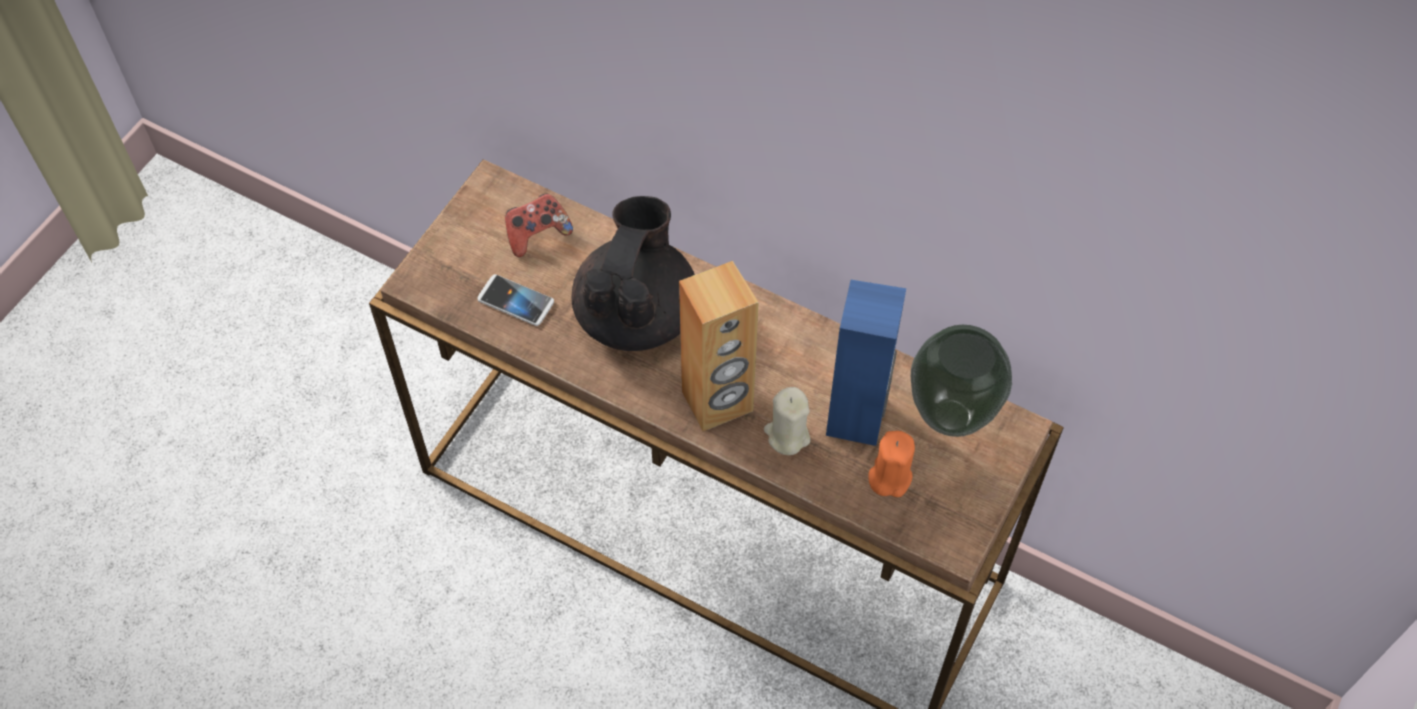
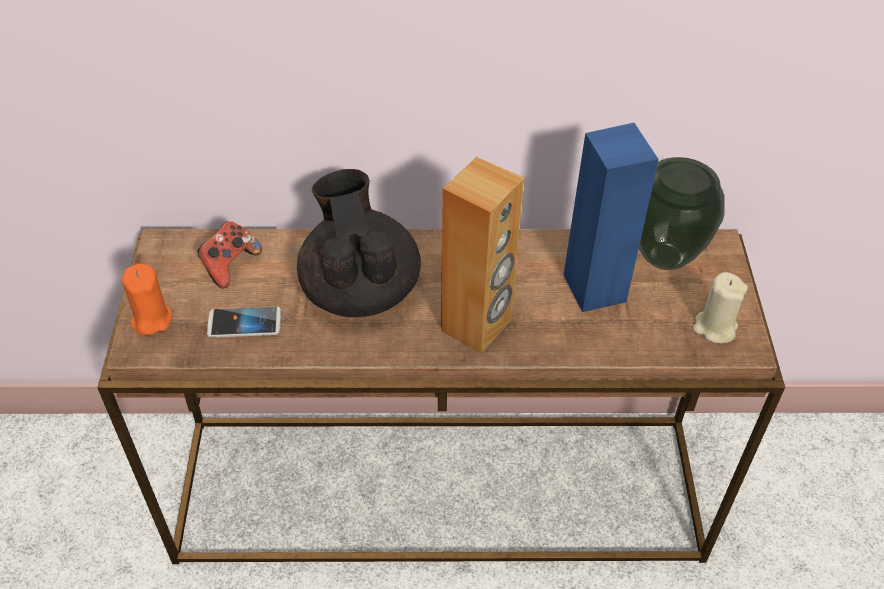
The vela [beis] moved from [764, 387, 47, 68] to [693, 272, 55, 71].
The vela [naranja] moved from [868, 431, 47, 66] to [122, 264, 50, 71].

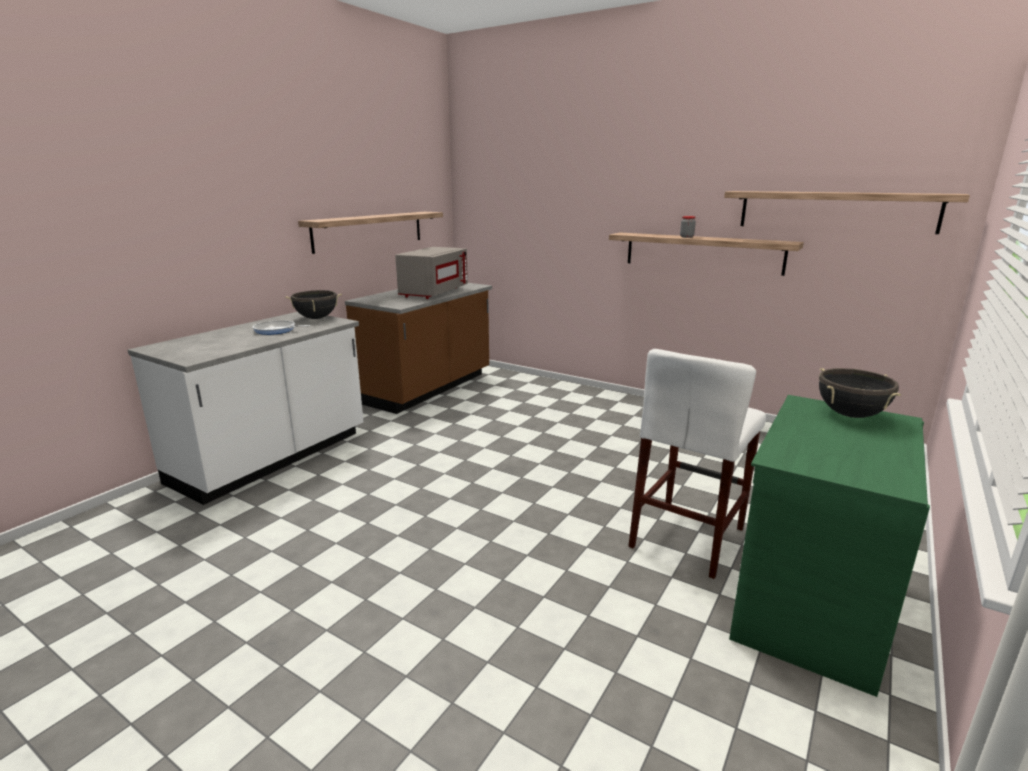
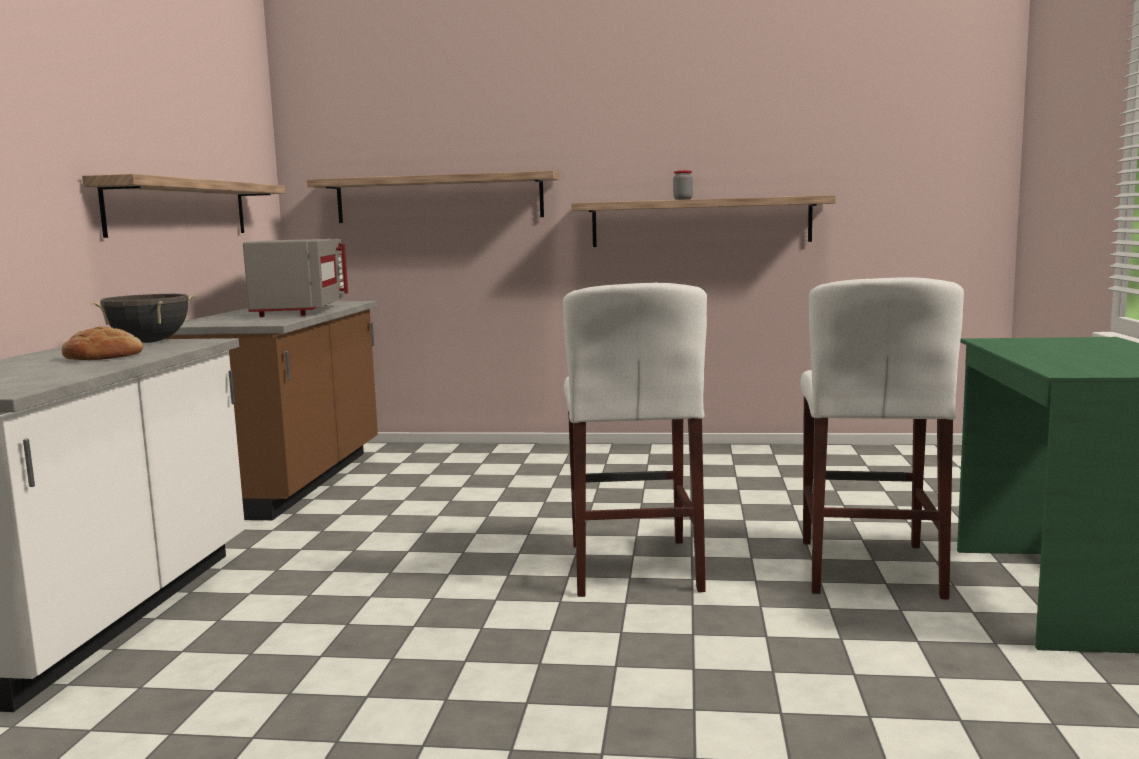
The estante moved from [724, 191, 246, 43] to [307, 171, 252, 52].
The sartén at [253, 320, 57, 15] was replaced by the pan at [62, 327, 81, 33].
The olla [negro] at [819, 368, 82, 50] disappeared.
The taburete [blanco] at [563, 283, 144, 314] appeared.

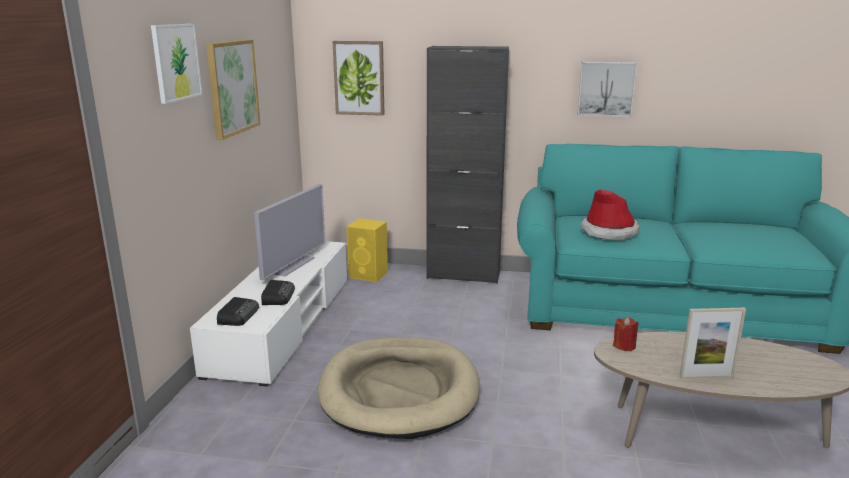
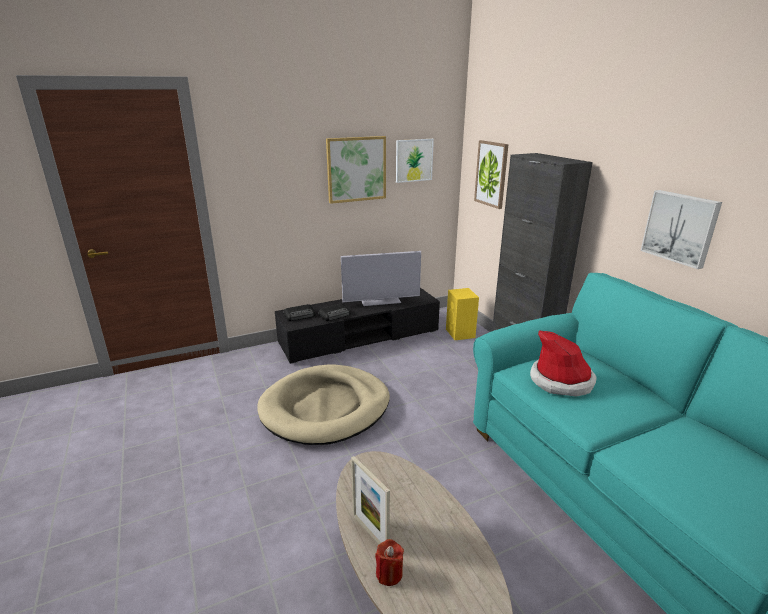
The cuadro moved from [151, 24, 51, 80] to [396, 139, 38, 44].
The mueble de televisión [blanco] at [190, 241, 157, 146] became the mueble de televisión [negro] at [275, 288, 165, 76].
The vela [rojo] moved from [613, 317, 26, 34] to [375, 539, 29, 47].

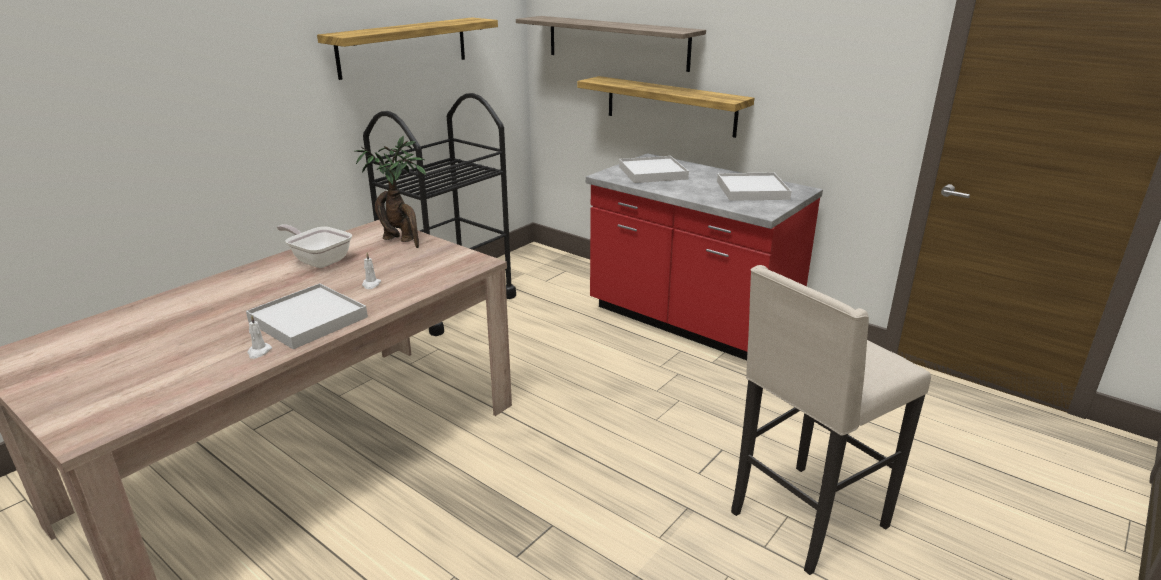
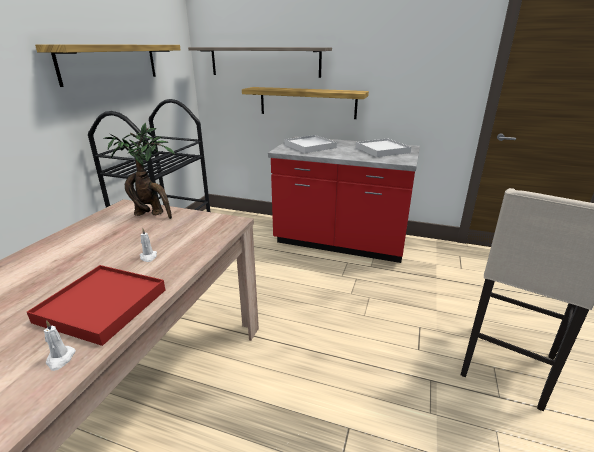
The sartén at [277, 224, 75, 44] disappeared.
The bandeja [blanco] at [246, 283, 122, 66] became the bandeja [rojo] at [27, 265, 138, 81].

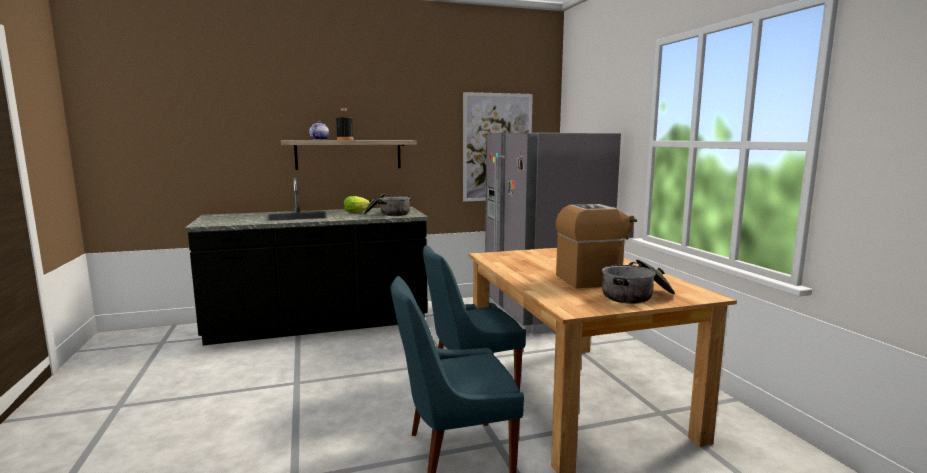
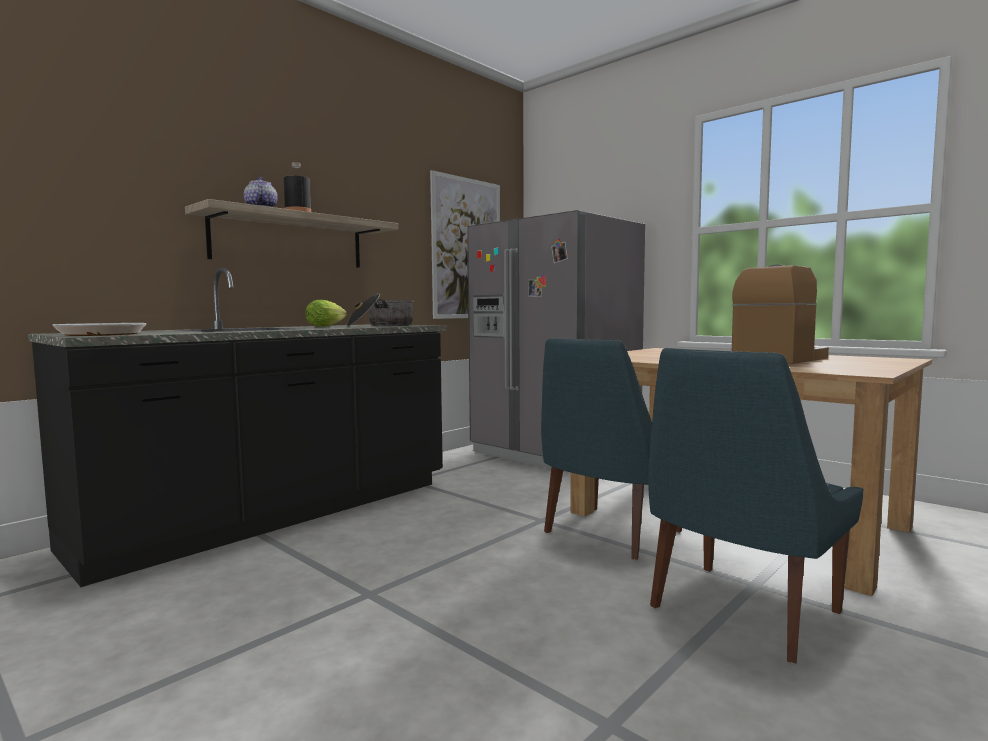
The olla at [602, 259, 73, 45] disappeared.
The sartén at [52, 323, 95, 13] appeared.

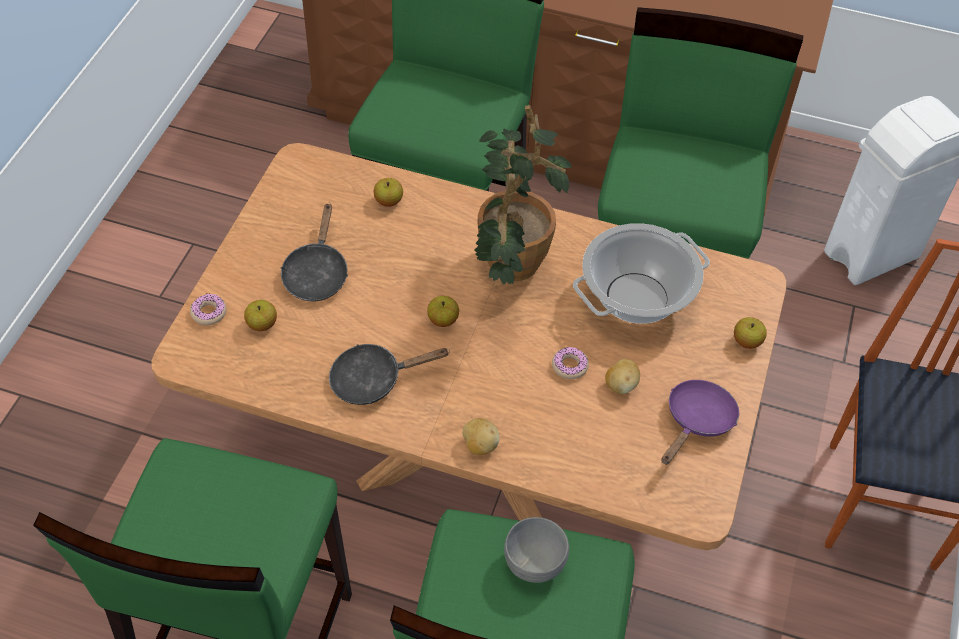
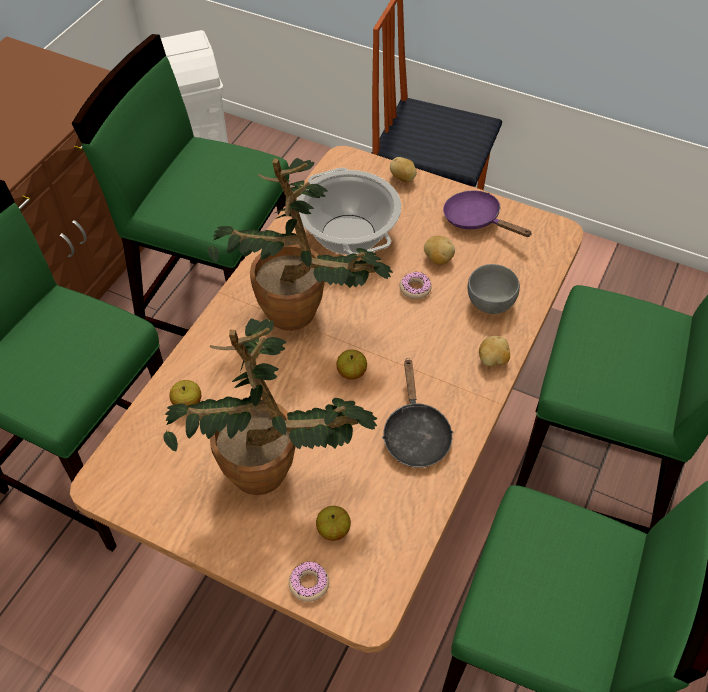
The sartén [negro] at [280, 203, 68, 98] was replaced by the planta en maceta at [163, 318, 214, 177].
The manzana at [734, 317, 33, 32] was replaced by the patata at [390, 157, 27, 25].
The cuenco [gris] moved from [504, 517, 65, 66] to [468, 264, 52, 50].

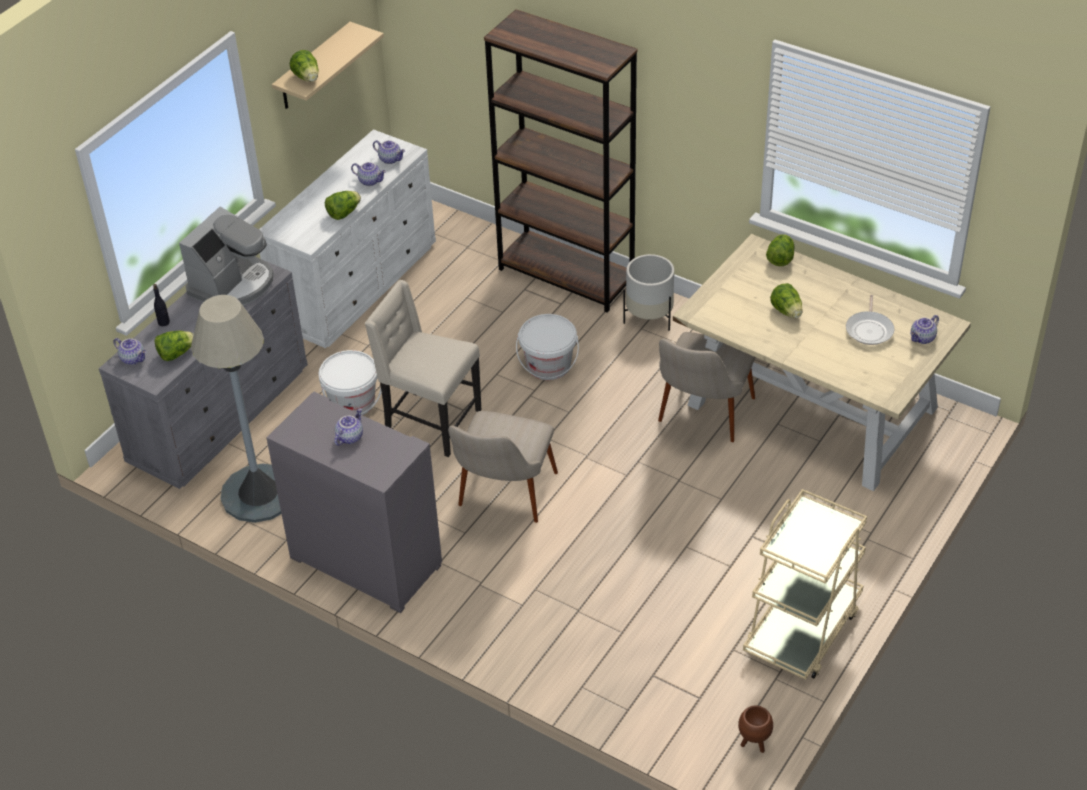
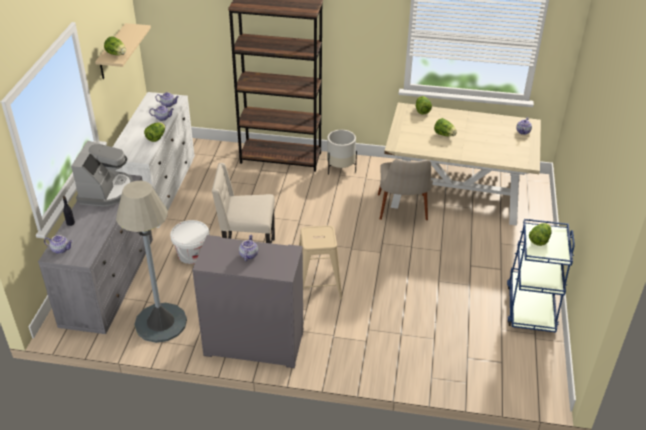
The sartén at [846, 295, 49, 50] disappeared.
The cubo [blanco] at [516, 314, 63, 66] disappeared.
The lechuga moved from [155, 331, 39, 30] to [529, 223, 22, 23].
The silla [beis] at [448, 411, 110, 112] was replaced by the taburete [beis] at [299, 226, 43, 74].
The carrito [beis] at [743, 489, 124, 191] became the carrito [azul] at [507, 219, 68, 113].
The maceta [marrón] at [738, 705, 35, 48] disappeared.

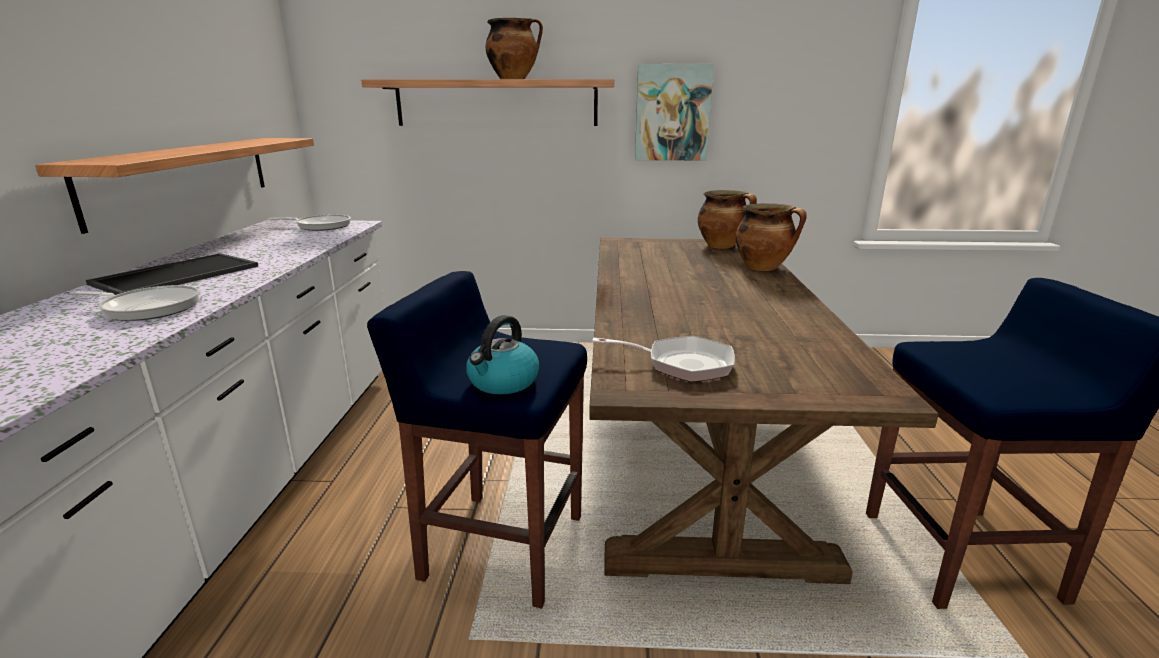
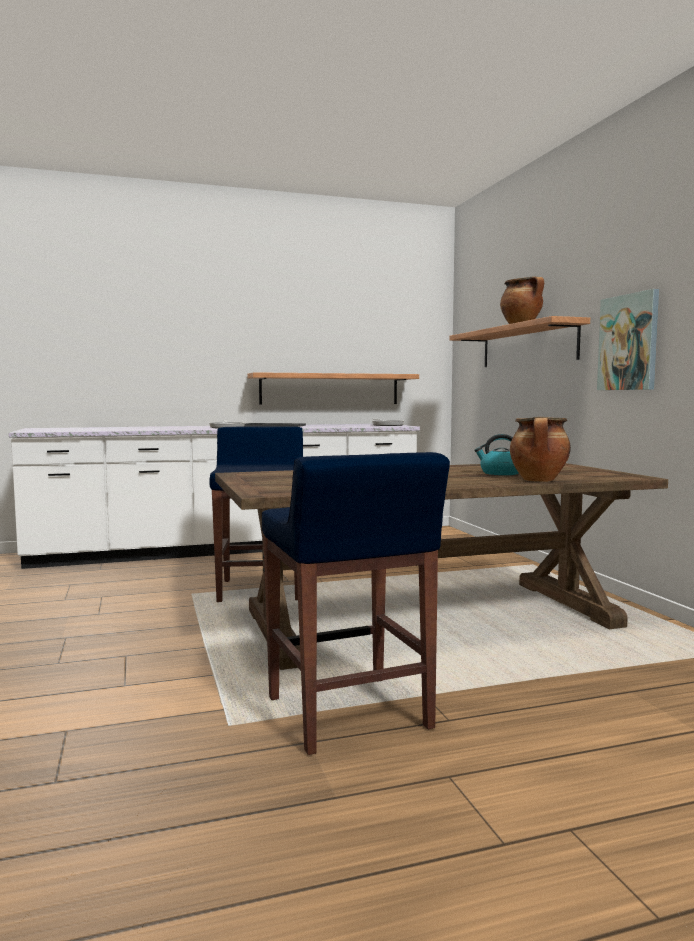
The olla at [698, 190, 59, 59] disappeared.
The hervidor moved from [466, 315, 74, 80] to [474, 434, 45, 41].
The sartén at [592, 336, 143, 46] disappeared.

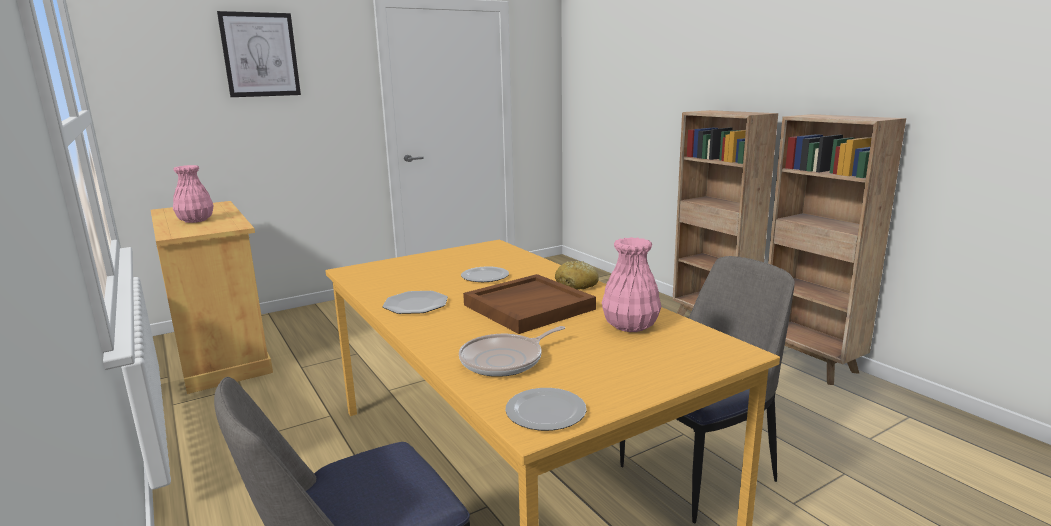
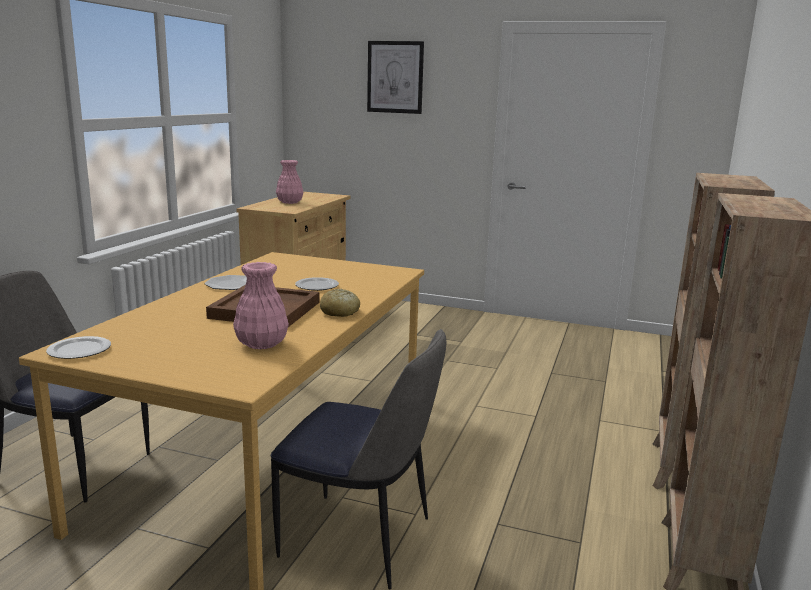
The sartén at [459, 326, 106, 51] disappeared.

